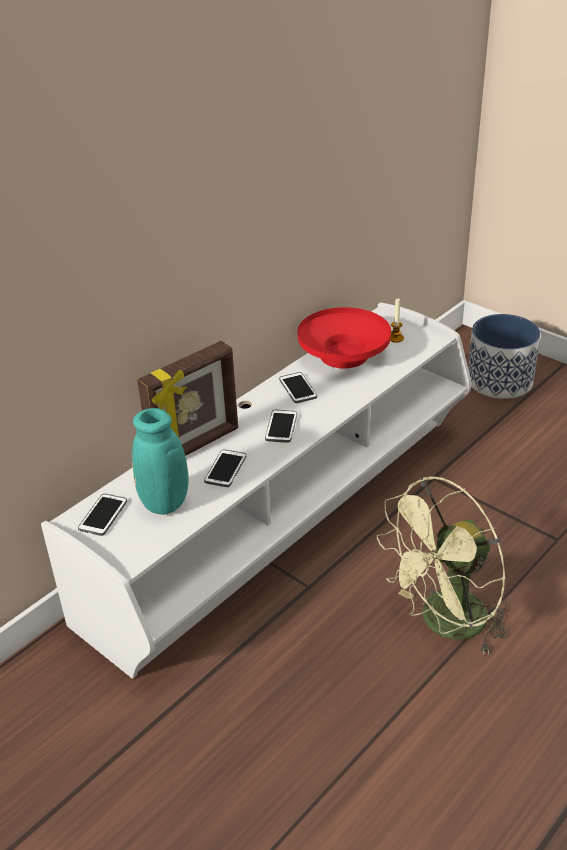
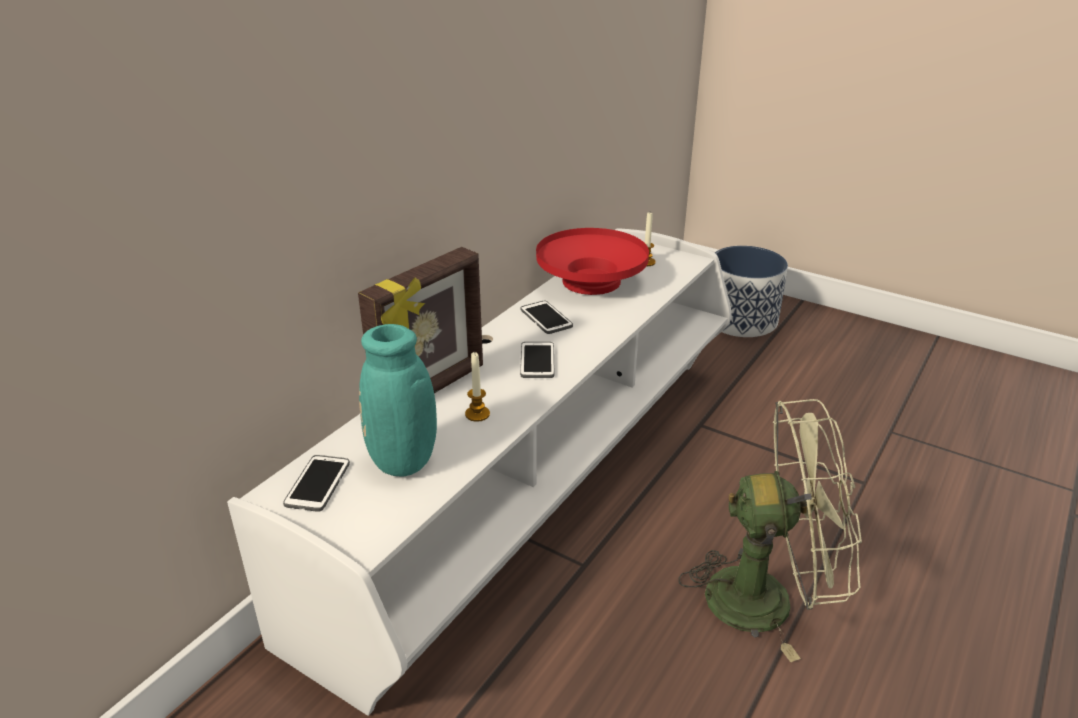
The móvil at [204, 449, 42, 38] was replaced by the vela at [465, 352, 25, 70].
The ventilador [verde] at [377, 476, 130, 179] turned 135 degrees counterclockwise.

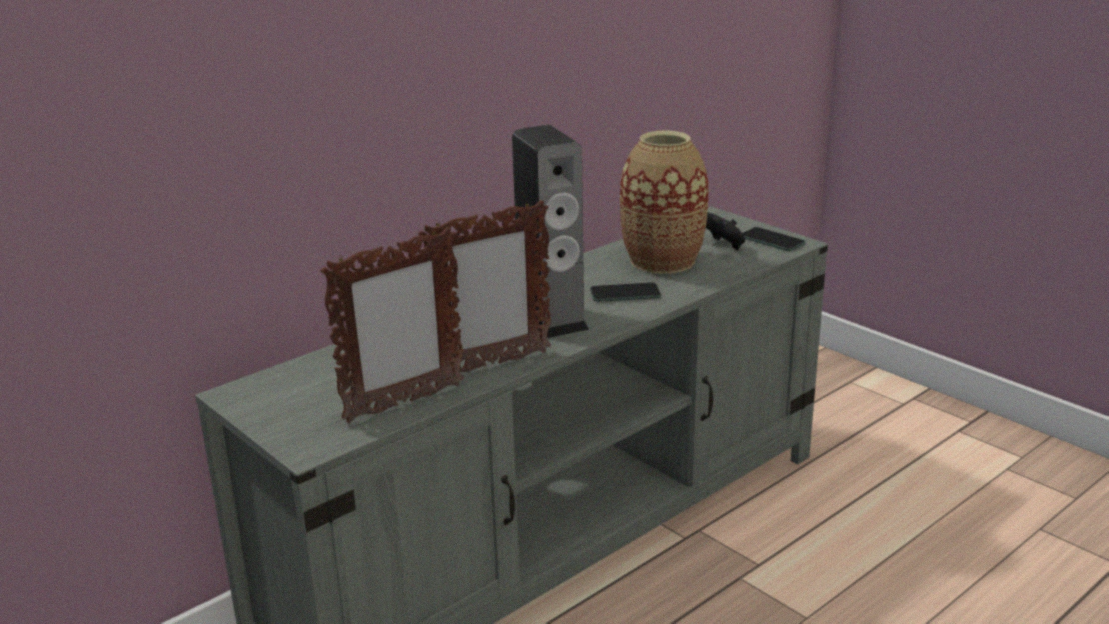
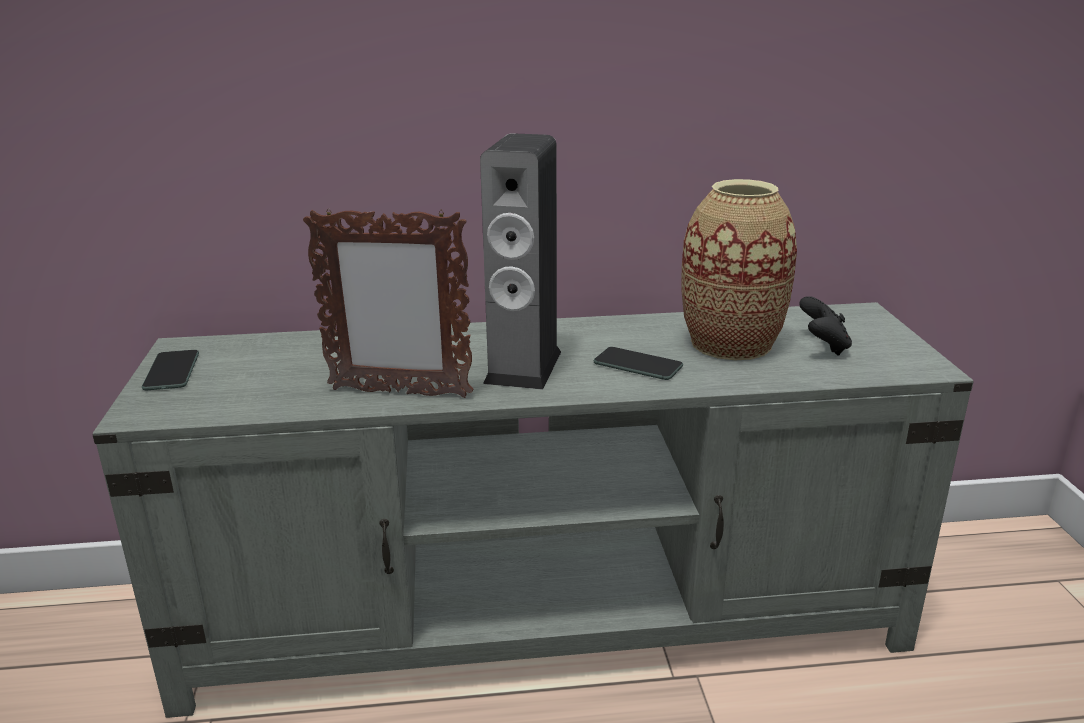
The portarretratos at [320, 227, 144, 196] disappeared.
The móvil moved from [743, 227, 63, 24] to [142, 350, 57, 40].

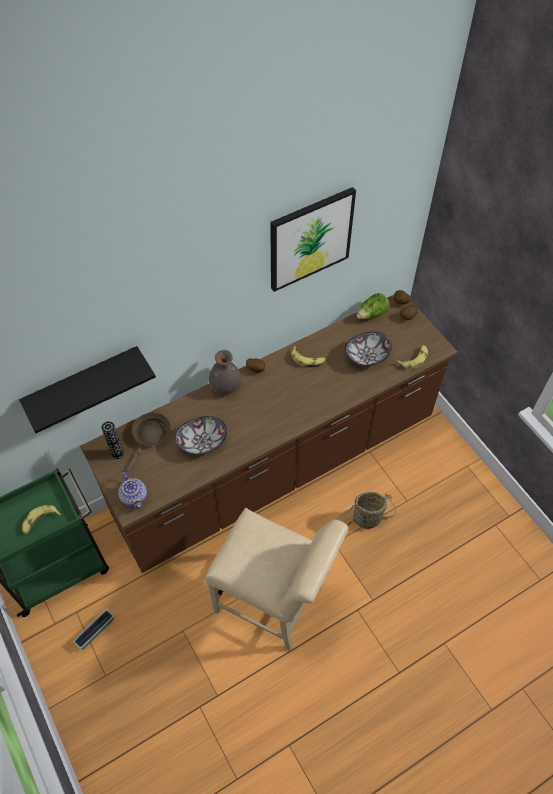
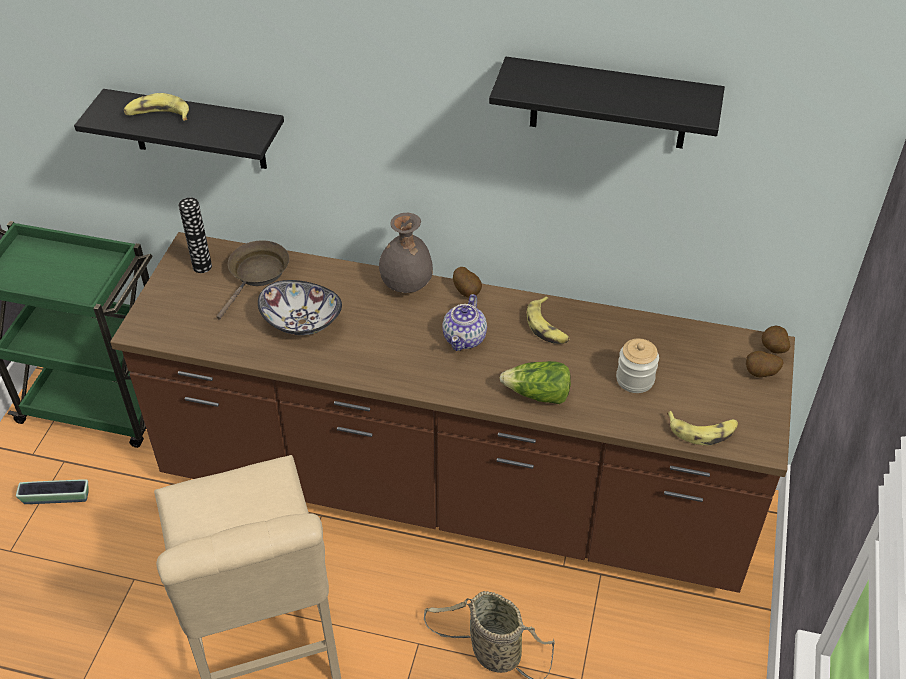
The cuadro at [270, 187, 86, 105] was replaced by the estante [negro] at [489, 57, 236, 92].
The lechuga moved from [357, 293, 33, 26] to [499, 361, 72, 43].
The cuenco at [345, 332, 47, 34] was replaced by the tarro at [616, 338, 43, 55].
The sartén [marrón] at [126, 413, 44, 59] turned 45 degrees counterclockwise.
The tetera moved from [118, 472, 29, 37] to [442, 294, 45, 57].
The plátano moved from [22, 505, 39, 29] to [124, 93, 65, 28].

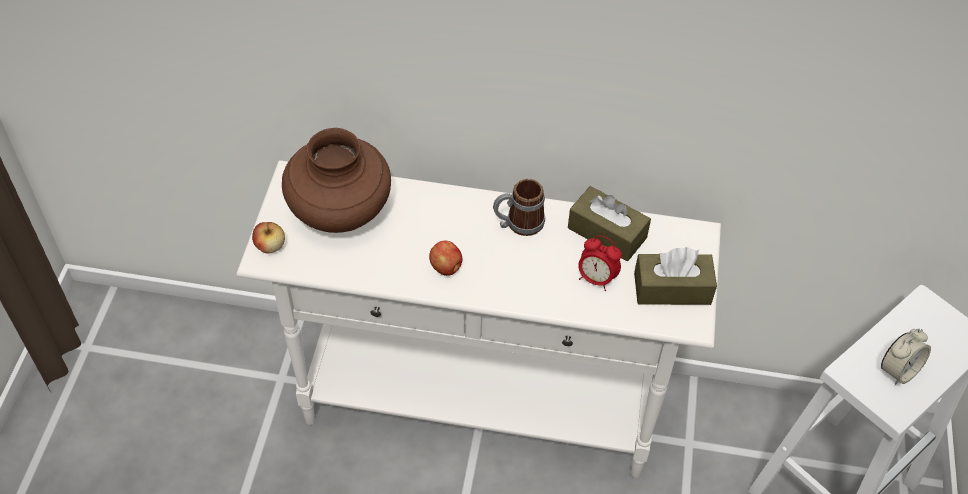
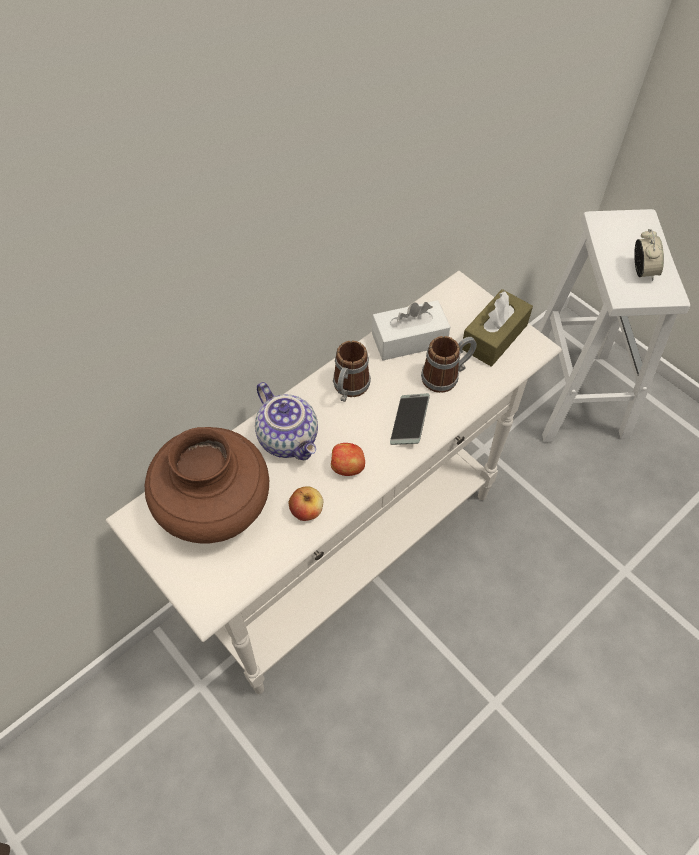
The caja de pañuelos [marrón] at [568, 186, 83, 75] became the caja de pañuelos [blanco] at [372, 300, 78, 60].
The manzana moved from [252, 222, 33, 31] to [288, 486, 35, 35].
The despertador at [578, 236, 44, 55] was replaced by the taza grande at [421, 336, 56, 57].
The tetera at [255, 382, 63, 78] appeared.
The móvil at [390, 393, 40, 52] appeared.

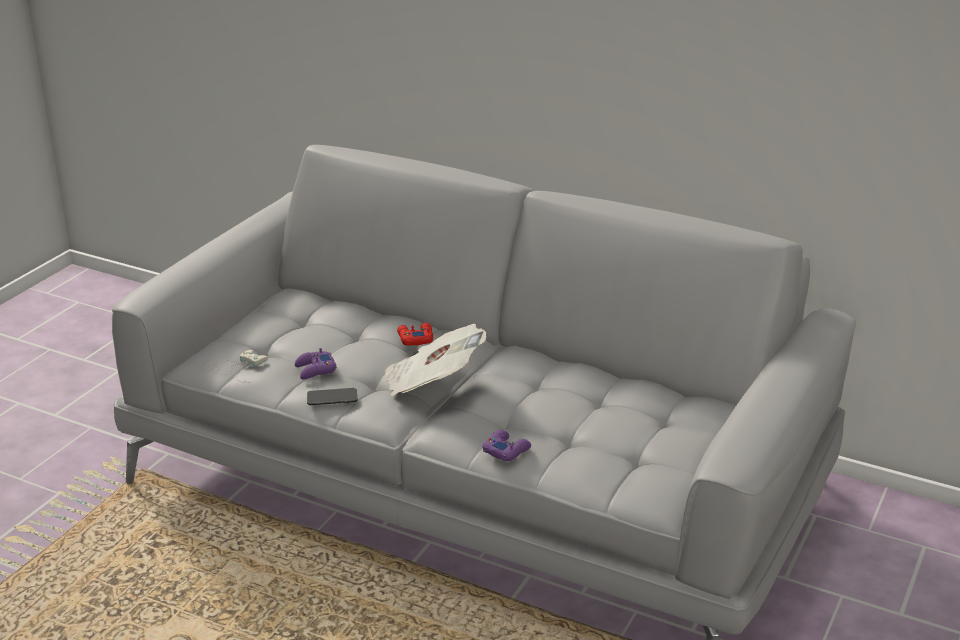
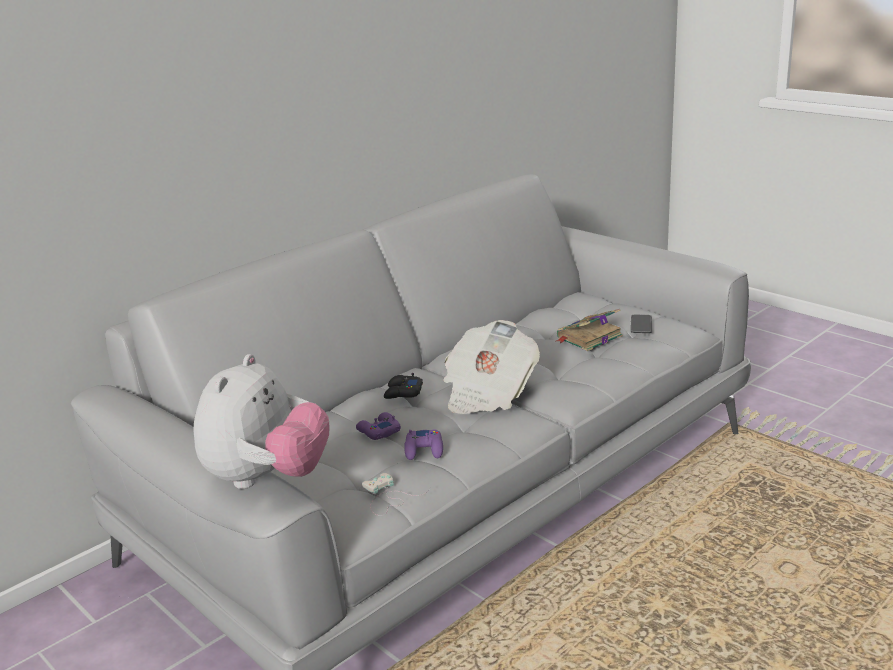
The mando de consola [rojo] at [397, 323, 36, 23] became the mando de consola [negro] at [384, 373, 39, 26].
The móvil moved from [307, 388, 51, 17] to [631, 315, 21, 18].
The mando de consola [morado] moved from [483, 430, 48, 31] to [356, 412, 45, 28].
The libro at [556, 309, 67, 42] appeared.
The peluche at [193, 354, 137, 135] appeared.

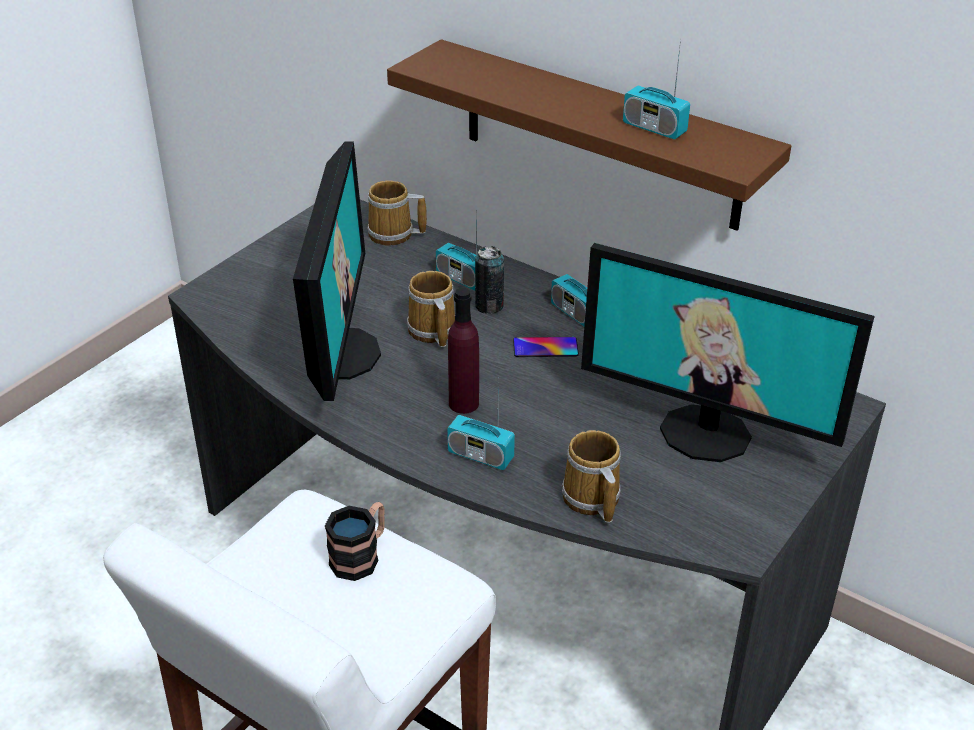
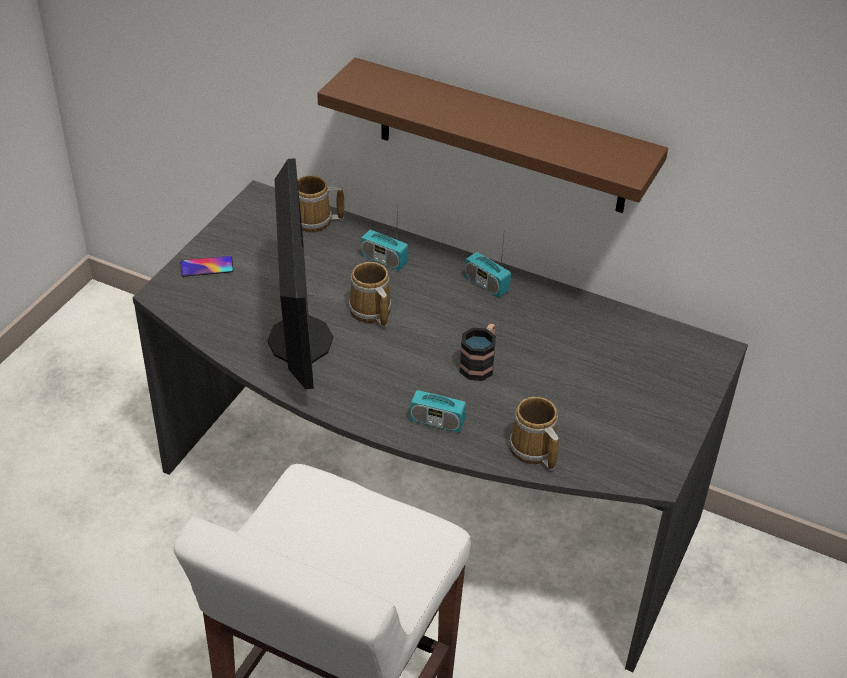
The radio at [623, 39, 67, 100] disappeared.
The monitor at [581, 243, 294, 219] disappeared.
The lata at [475, 246, 29, 68] disappeared.
The botella [morado] at [448, 288, 31, 126] disappeared.
The móvil moved from [513, 337, 66, 20] to [180, 256, 54, 21].
The taza grande moved from [325, 502, 60, 79] to [459, 323, 37, 58].

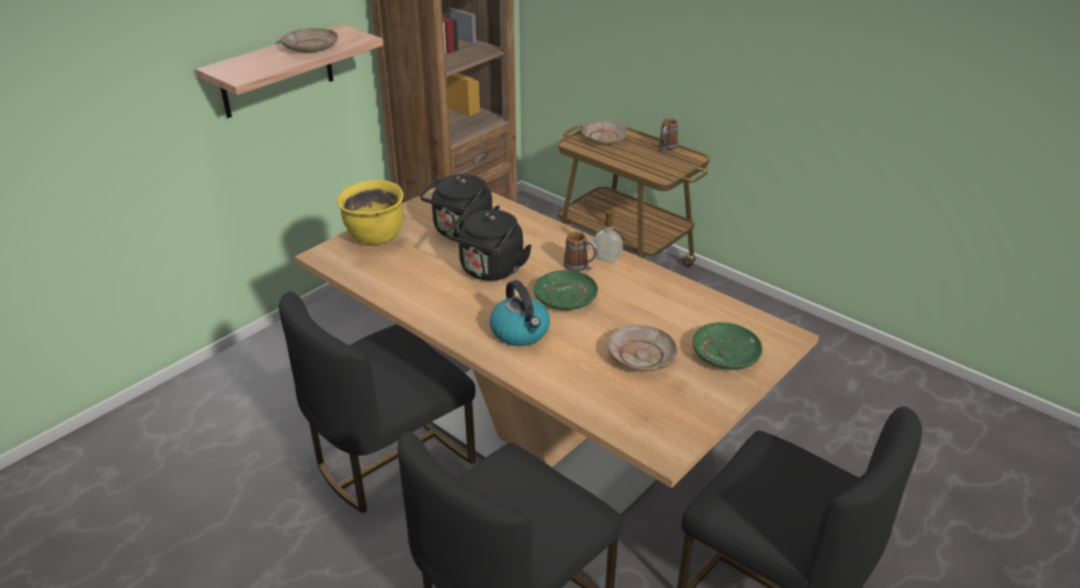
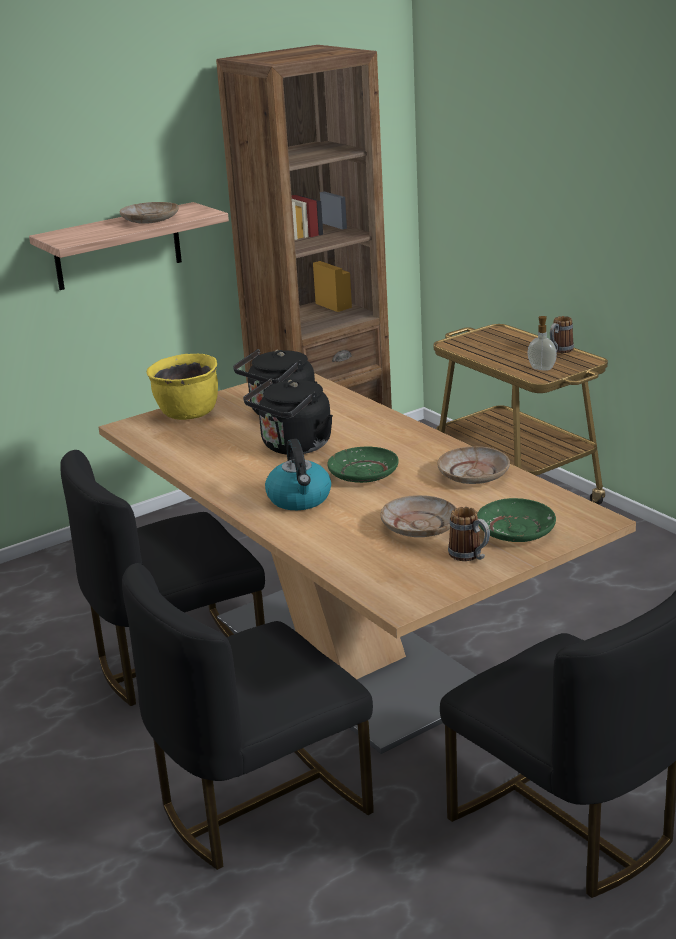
The plato [beis] moved from [582, 120, 46, 24] to [437, 446, 73, 38].
The dispensador de jabón moved from [593, 208, 30, 55] to [528, 316, 29, 55].
The taza grande moved from [564, 232, 34, 40] to [448, 507, 42, 54].

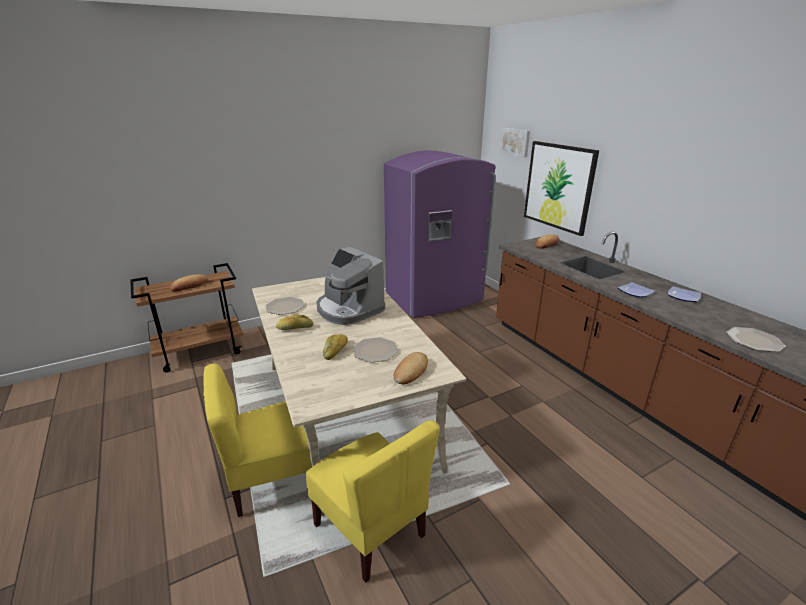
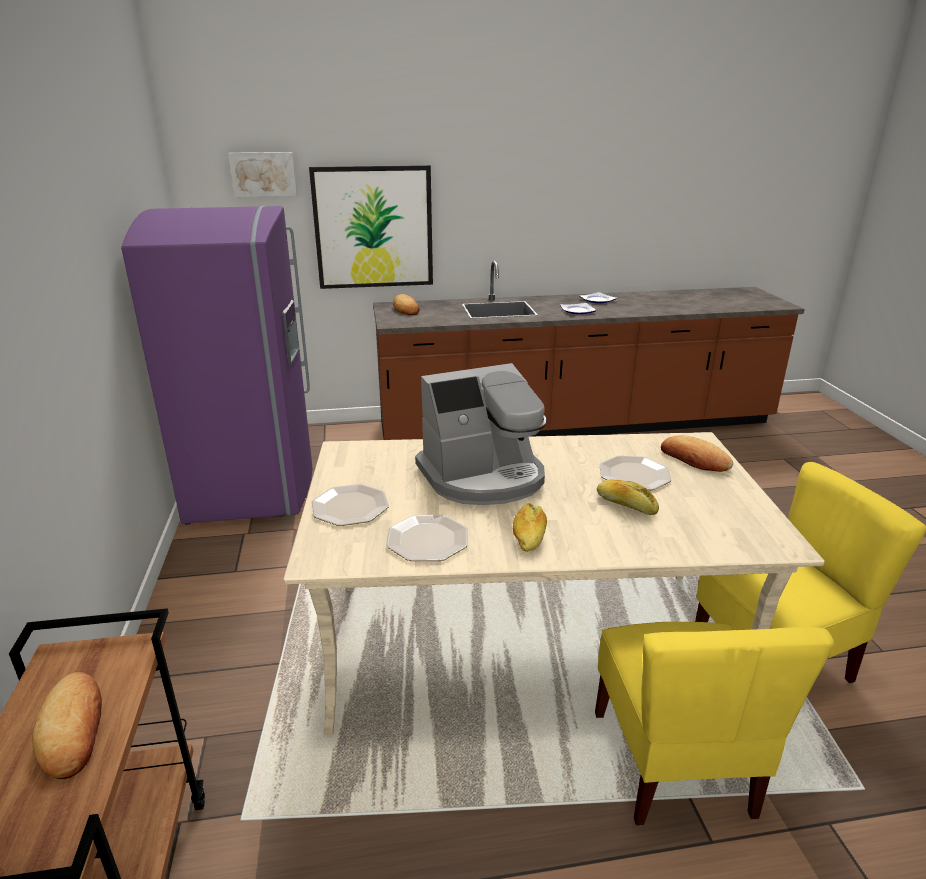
The plato moved from [726, 327, 60, 25] to [312, 484, 77, 42].

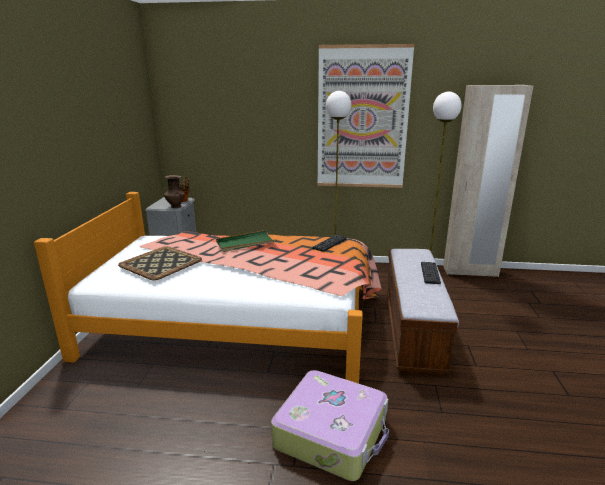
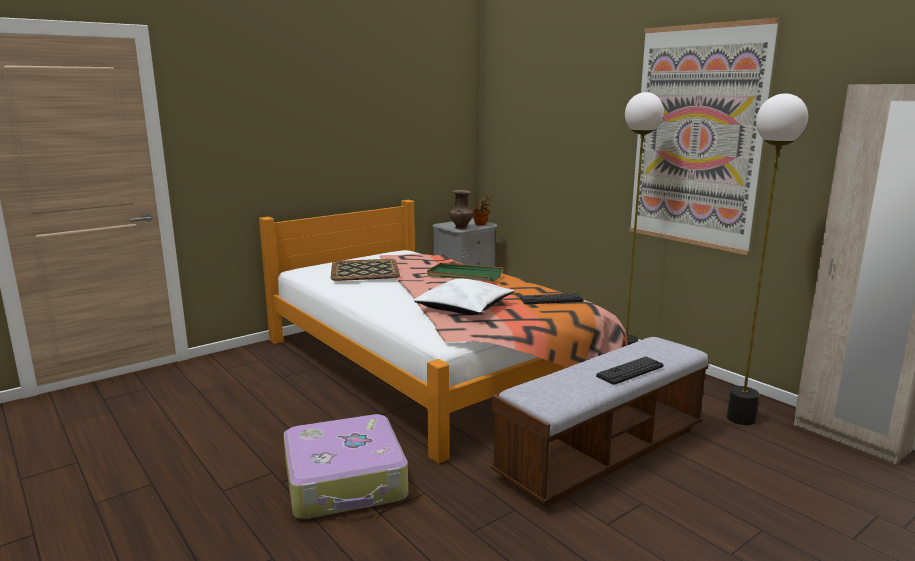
The cojín [blanco] at [414, 279, 100, 36] appeared.

